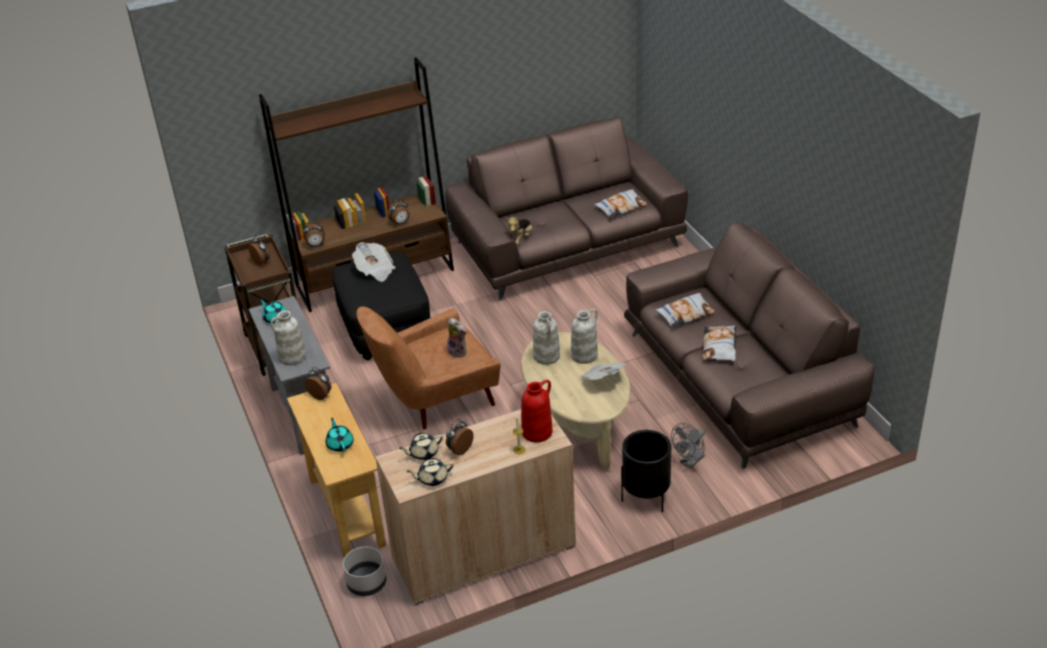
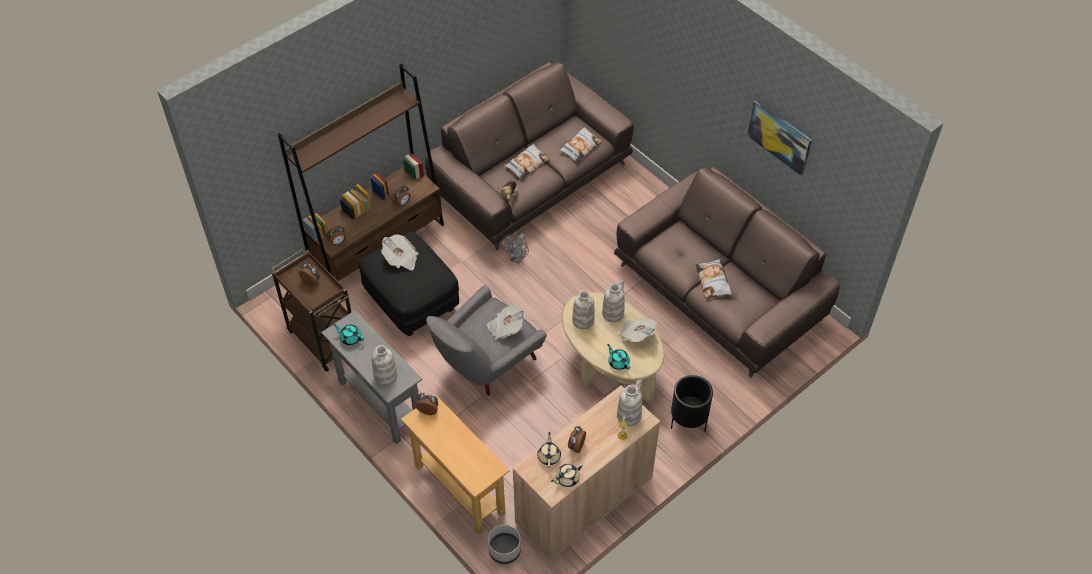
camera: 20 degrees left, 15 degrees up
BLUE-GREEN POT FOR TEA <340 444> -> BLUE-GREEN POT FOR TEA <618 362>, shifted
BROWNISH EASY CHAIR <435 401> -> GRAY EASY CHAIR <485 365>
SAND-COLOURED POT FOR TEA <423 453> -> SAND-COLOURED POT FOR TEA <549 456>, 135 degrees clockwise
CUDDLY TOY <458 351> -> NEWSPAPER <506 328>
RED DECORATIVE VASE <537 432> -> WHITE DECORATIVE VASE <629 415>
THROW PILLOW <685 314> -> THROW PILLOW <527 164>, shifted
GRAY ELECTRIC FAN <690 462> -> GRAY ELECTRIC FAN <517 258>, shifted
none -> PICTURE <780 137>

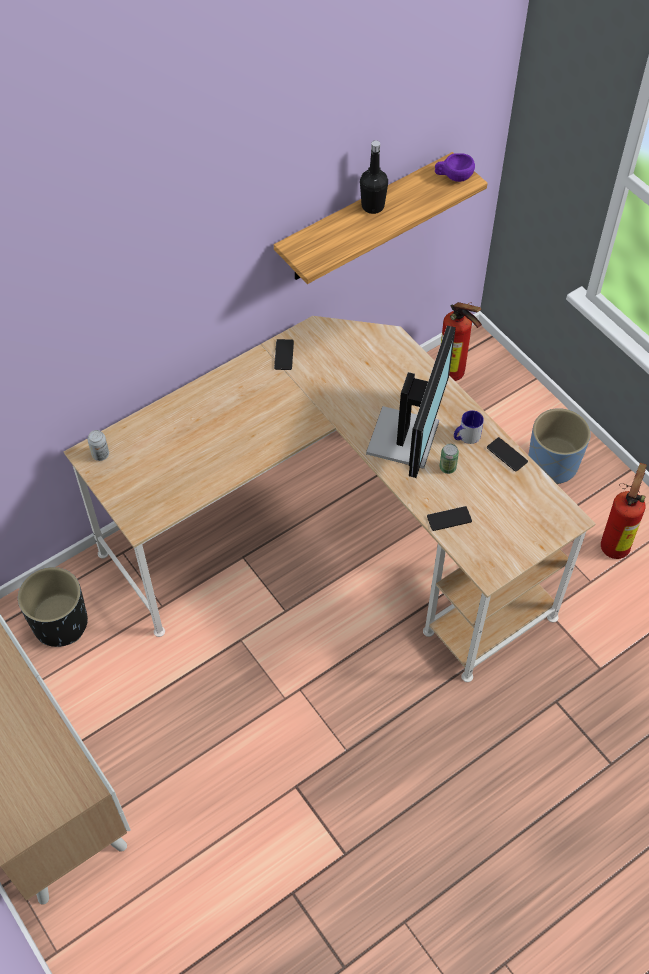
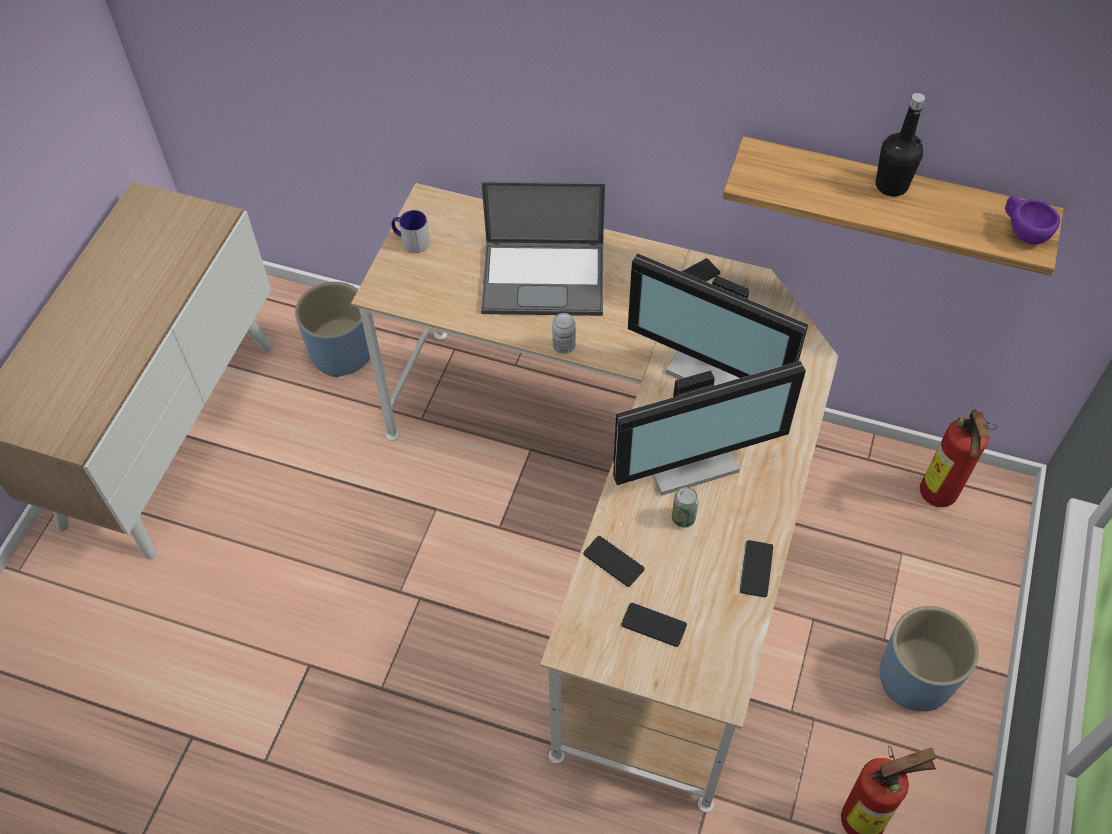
camera: 55 degrees right, 0 degrees up
BLACK FLOWER POT <61 624> -> BLUE FLOWER POT <341 353>
METAL CAN <100 454> -> METAL CAN <563 346>, shifted
TEA MUG <466 437> -> TEA MUG <411 241>, shifted
none -> NOTEBOOK COMPUTER <545 277>
none -> HANDSET <654 625>
none -> MONITOR <717 364>

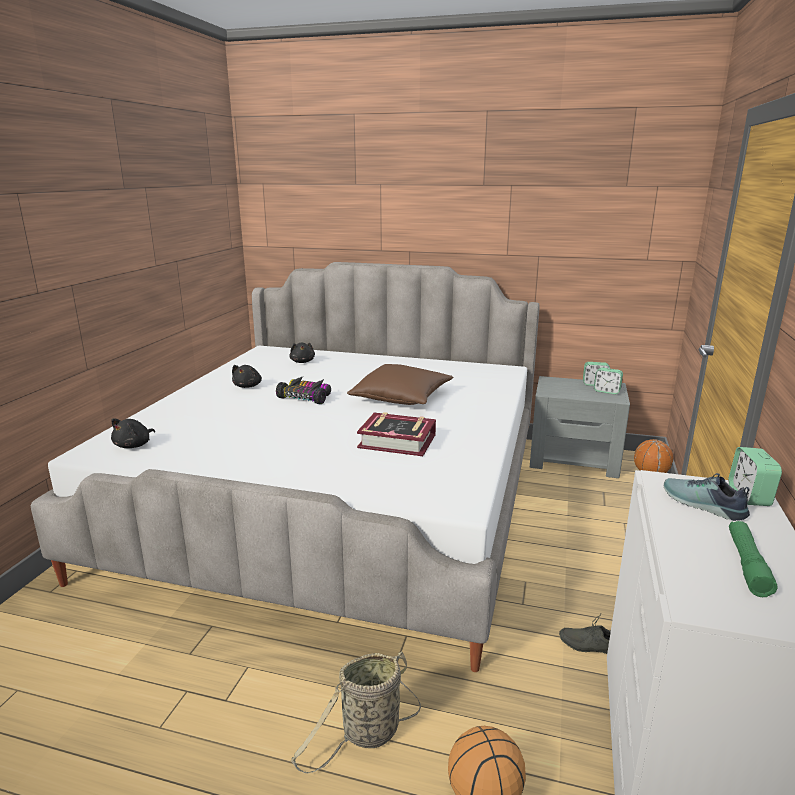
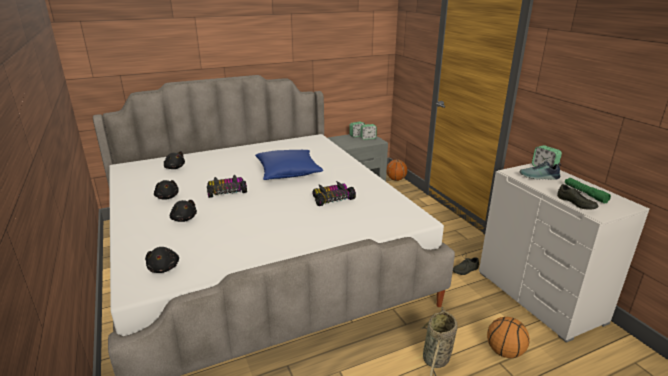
camera: 40 degrees left, 5 degrees up
BROWNISH THROW PILLOW <401 398> -> BLUE THROW PILLOW <288 172>
BOOK <397 441> -> MODEL CAR <332 199>
none -> BLACK CUDDLY TOY <184 219>
none -> GRAY ITEM OF FOOTWEAR <575 203>

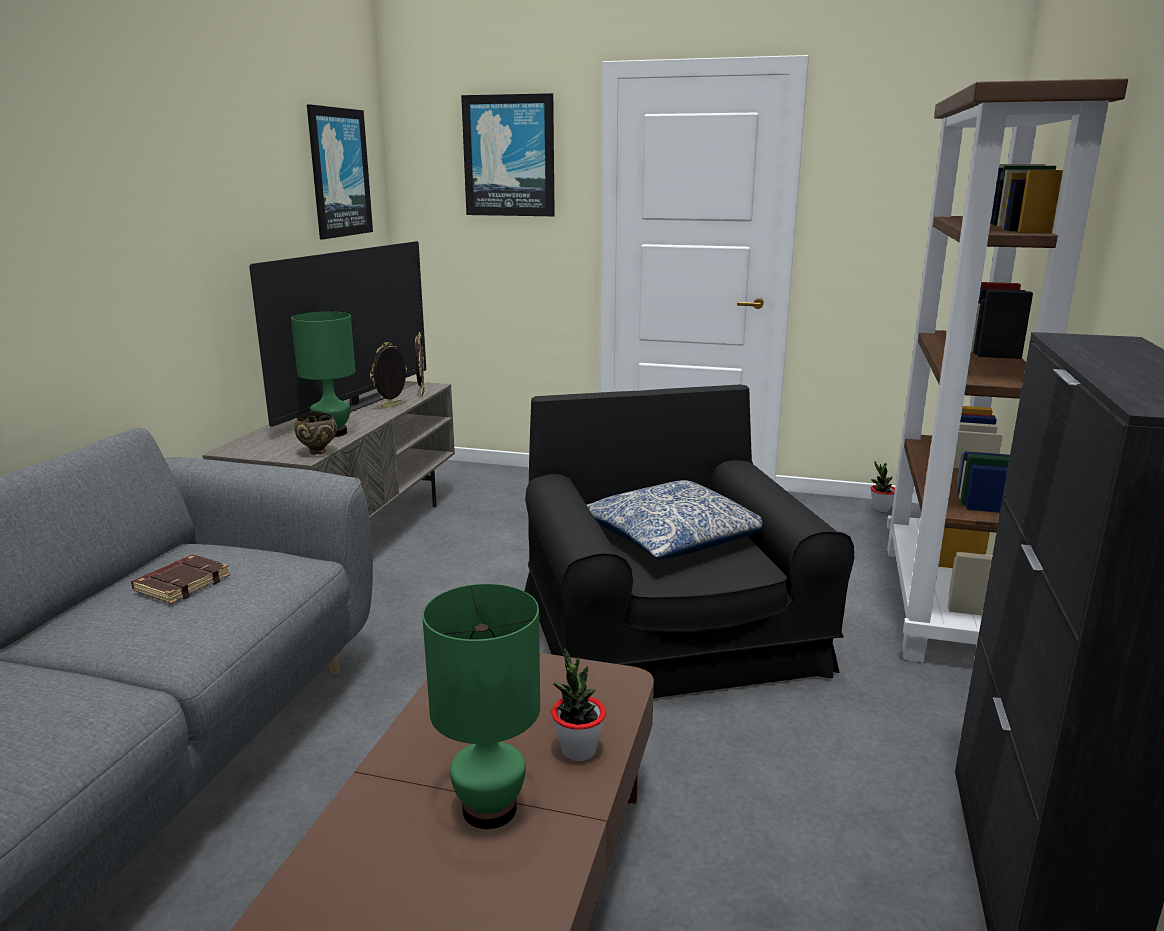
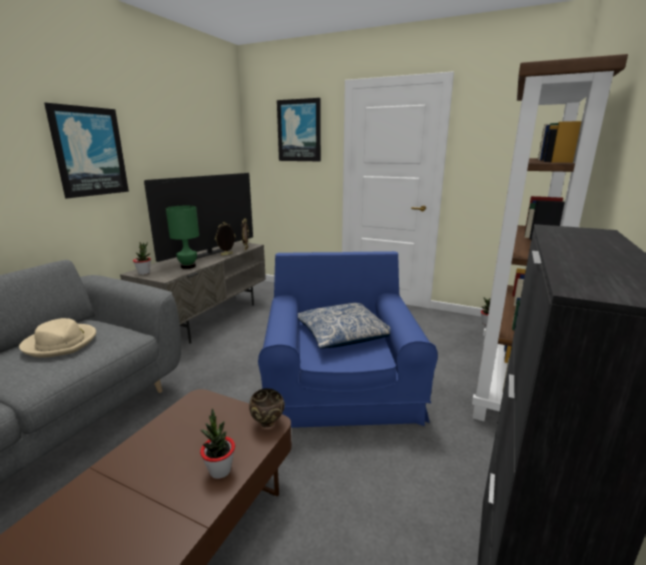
camera: 10 degrees right, 0 degrees up
BROWNISH BOOK <182 584> -> SAND-COLOURED WEARABLE HAT <61 343>
BROWNISH DEEP DISH <318 452> -> BROWNISH DEEP DISH <268 423>, shifted
PICTURE <339 173> -> PICTURE <89 152>, shifted
GREEN TABLE LAMP <490 808> -> none
BLACK EASY CHAIR <667 633> -> BLUE EASY CHAIR <340 386>
none -> HOUSEPLANT <144 273>

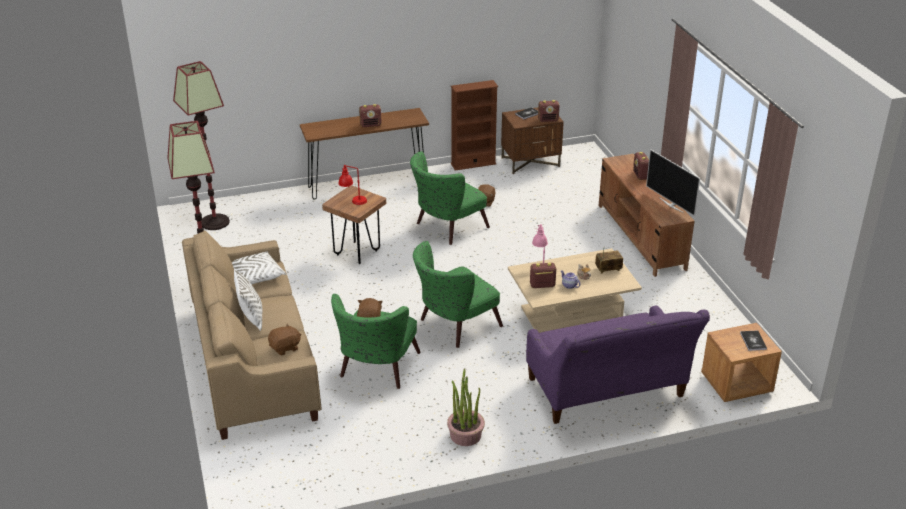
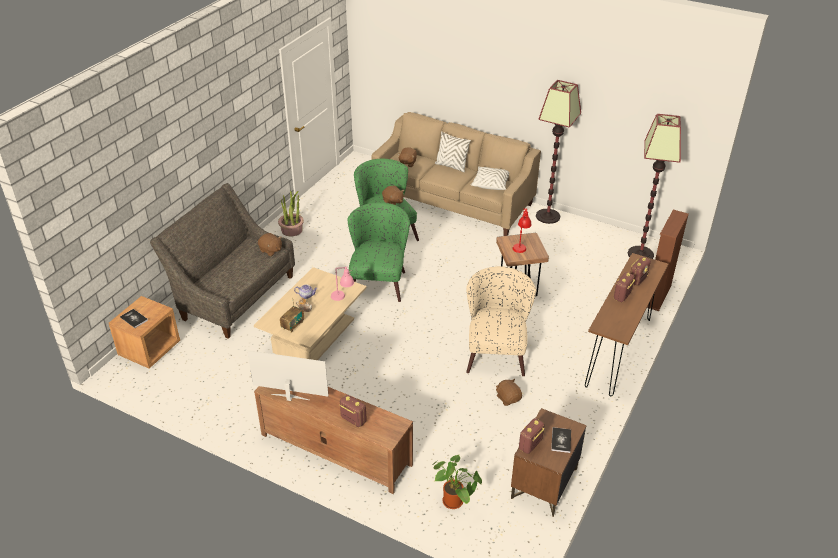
camera: 135 degrees right, 5 degrees up
GREEN EASY CHAIR <446 228> -> SAND-COLOURED EASY CHAIR <496 350>
BROWNISH BOOKCASE <473 164> -> BROWNISH BOOKCASE <657 296>, shifted
PURPLE-COLOURED SETTEE <608 392> -> GRAY SETTEE <233 295>
RADIO RECEIVER <542 285> -> RADIO RECEIVER <637 279>, shifted
none -> BROWNISH CUDDLY TOY <270 250>
none -> HOUSEPLANT <455 502>

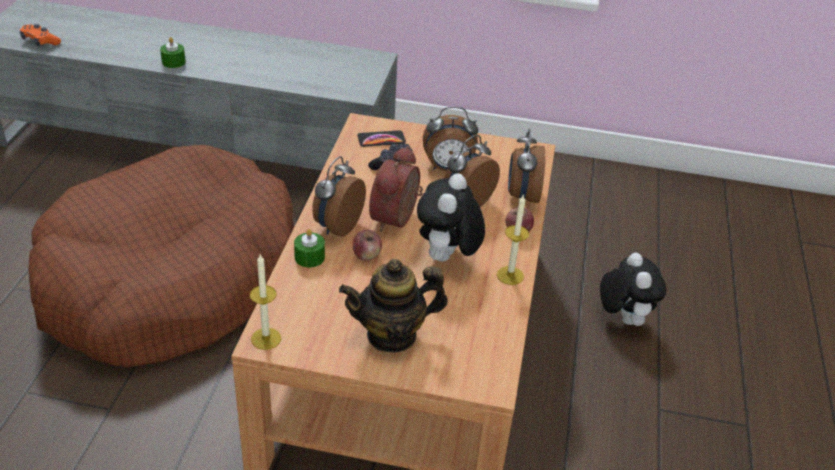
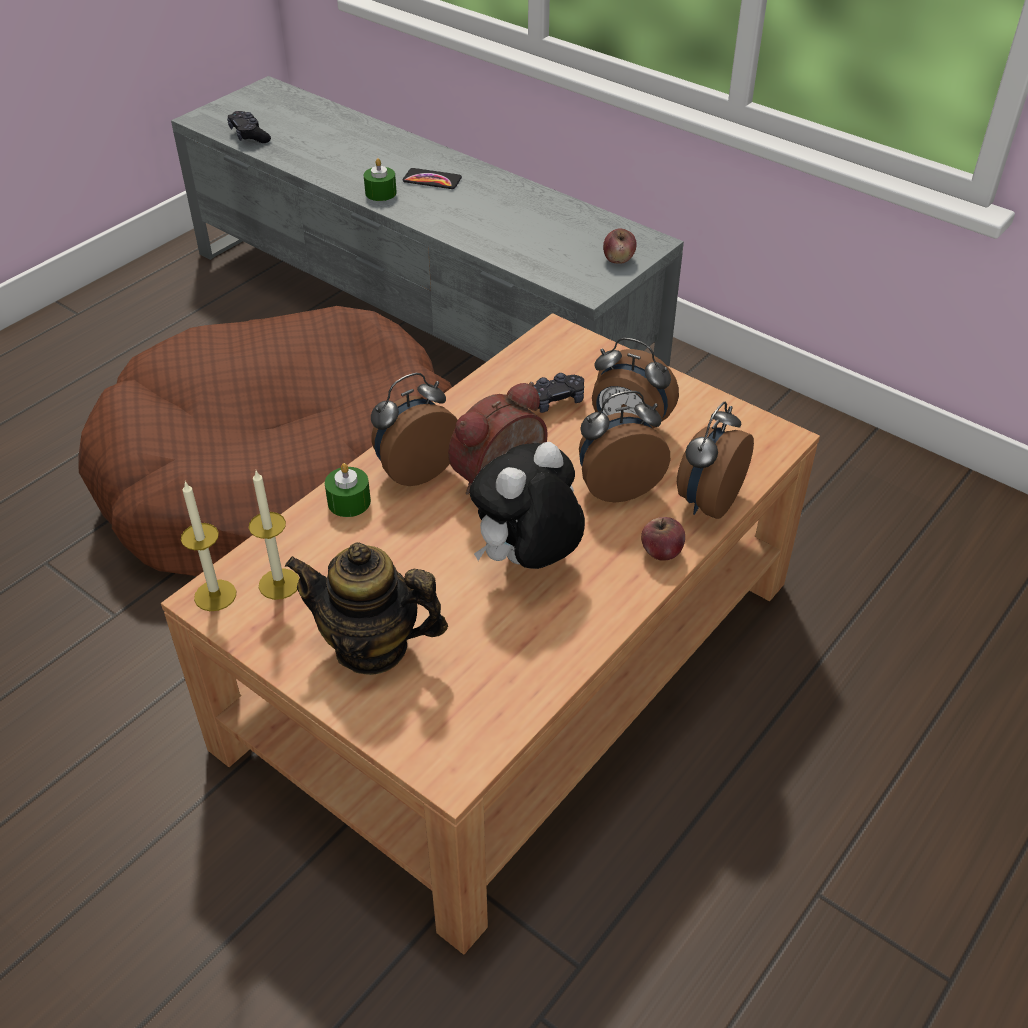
camera: 30 degrees right, 5 degrees up
ORANGE JOYPAD <40 41> -> BLACK JOYPAD <249 135>
APPLE <367 255> -> APPLE <618 259>, shifted
HANDSET <381 139> -> HANDSET <432 180>, shifted
CANDLE <510 275> -> CANDLE <279 584>, shifted
CUDDLY TOY <623 318> -> none

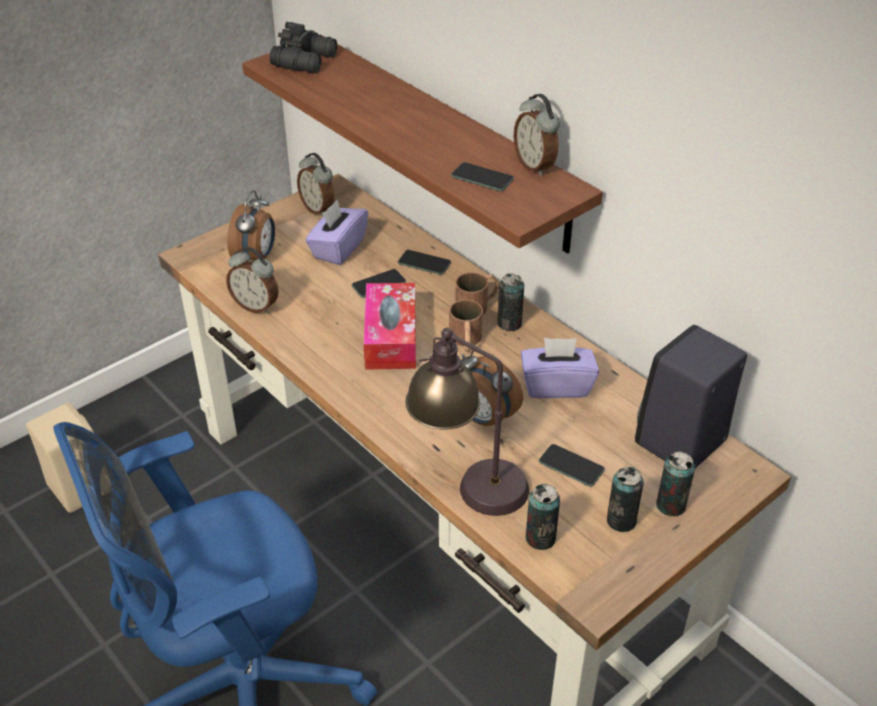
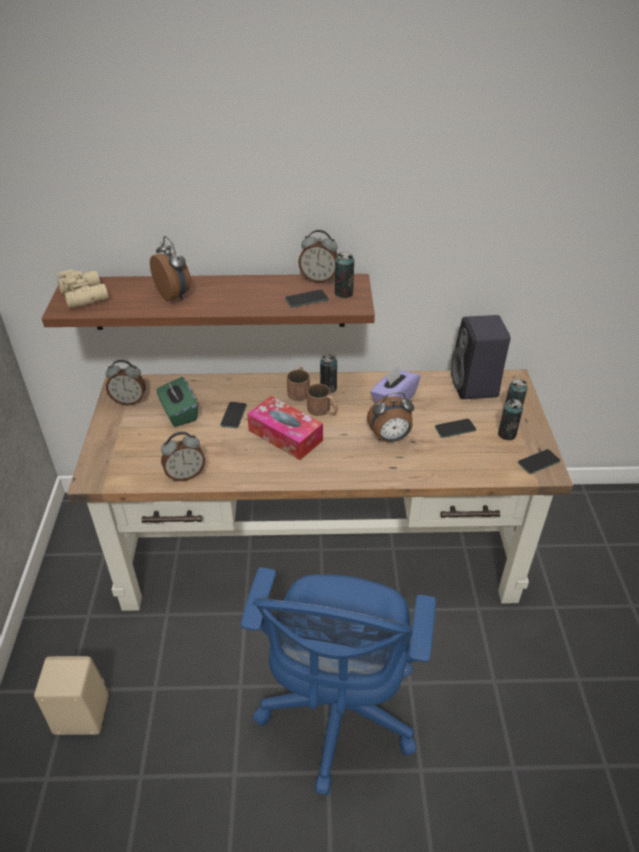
camera: 50 degrees left, 0 degrees up
ALARM CLOCK <256 258> -> ALARM CLOCK <175 295>, shifted
BLACK BINOCULARS <306 61> -> SAND-COLOURED BINOCULARS <85 295>
PURPLE-COLOURED TISSUE BOX <338 248> -> GREEN TISSUE BOX <179 413>
HANDSET <424 263> -> HANDSET <538 462>, shifted
TABLE LAMP <467 482> -> none
METAL CAN <540 538> -> METAL CAN <343 293>, shifted

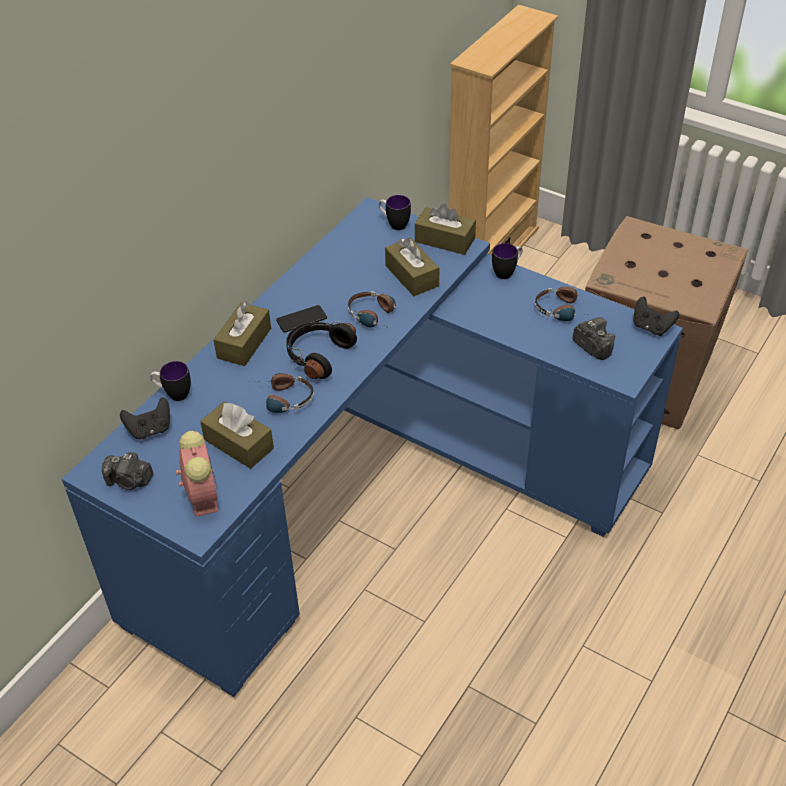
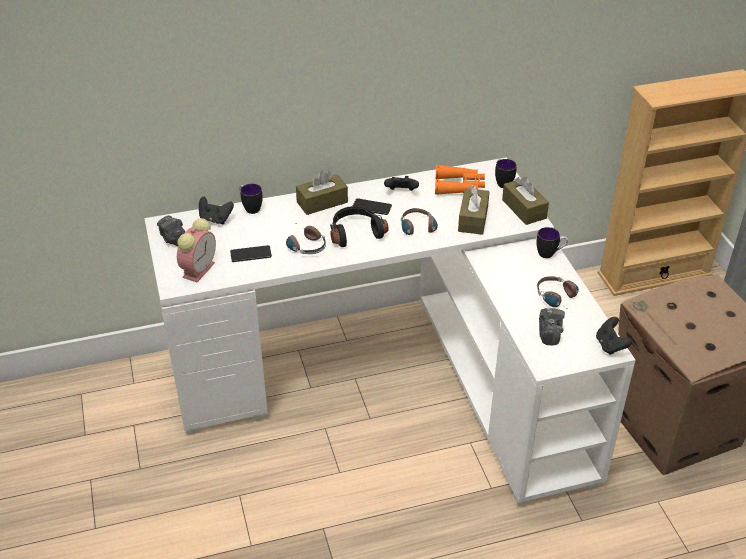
camera: 40 degrees right, 5 degrees down
BLUE DESK TABLE <376 492> -> WHITE DESK TABLE <395 377>
BROWNISH TISSUE BOX <238 444> -> HANDSET <251 254>
none -> BLACK JOYPAD <401 192>
none -> ORANGE BINOCULARS <459 186>

